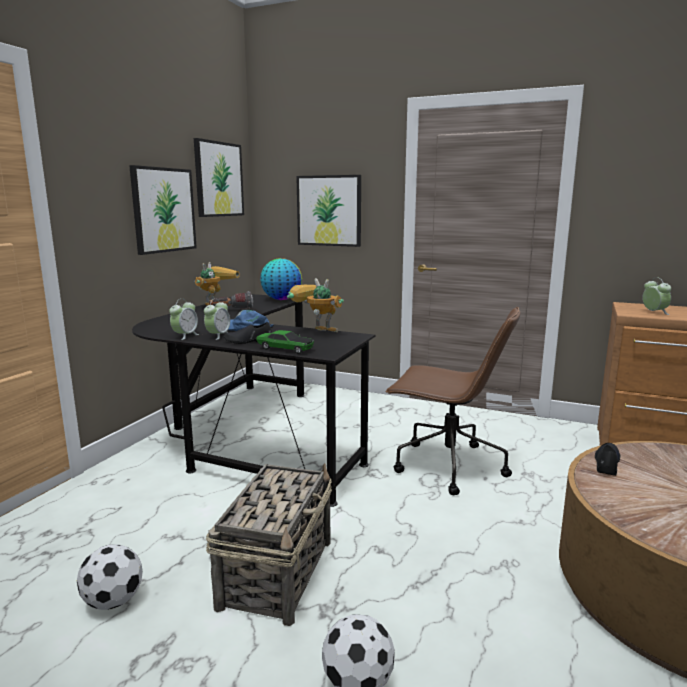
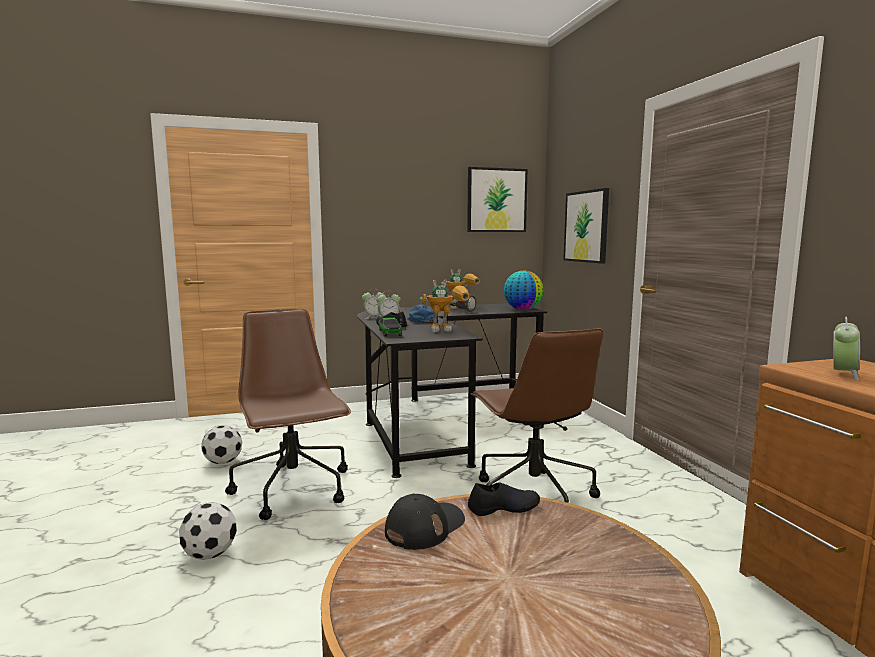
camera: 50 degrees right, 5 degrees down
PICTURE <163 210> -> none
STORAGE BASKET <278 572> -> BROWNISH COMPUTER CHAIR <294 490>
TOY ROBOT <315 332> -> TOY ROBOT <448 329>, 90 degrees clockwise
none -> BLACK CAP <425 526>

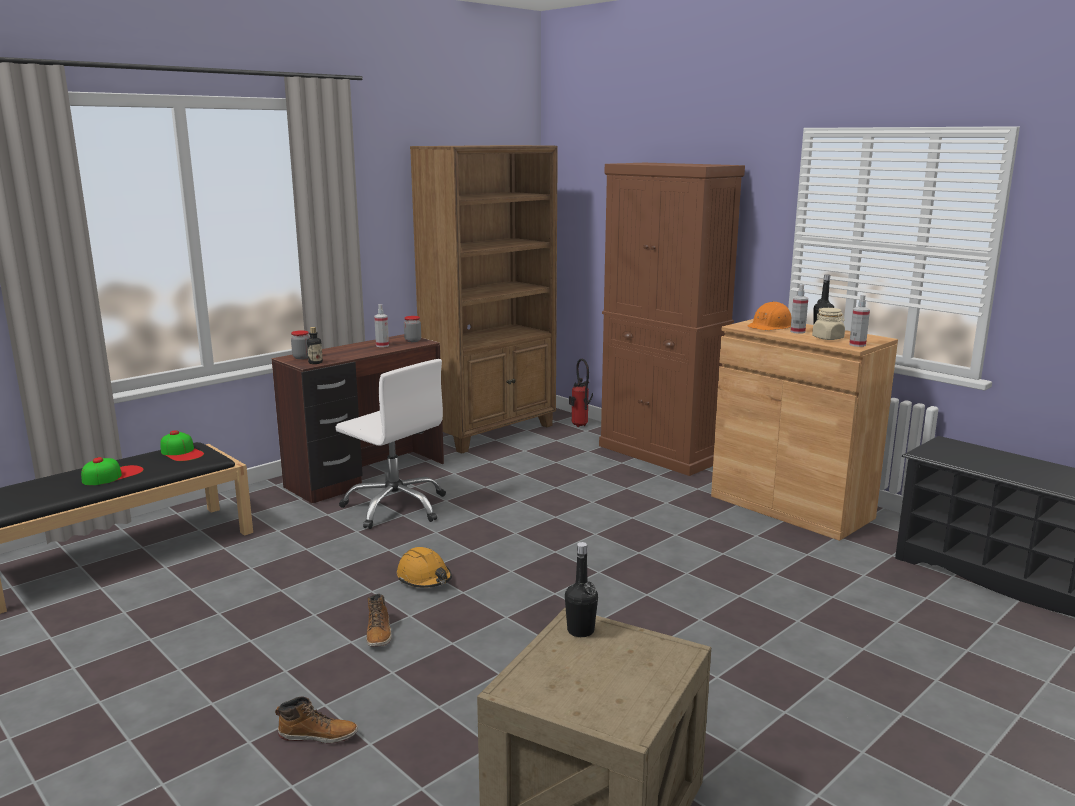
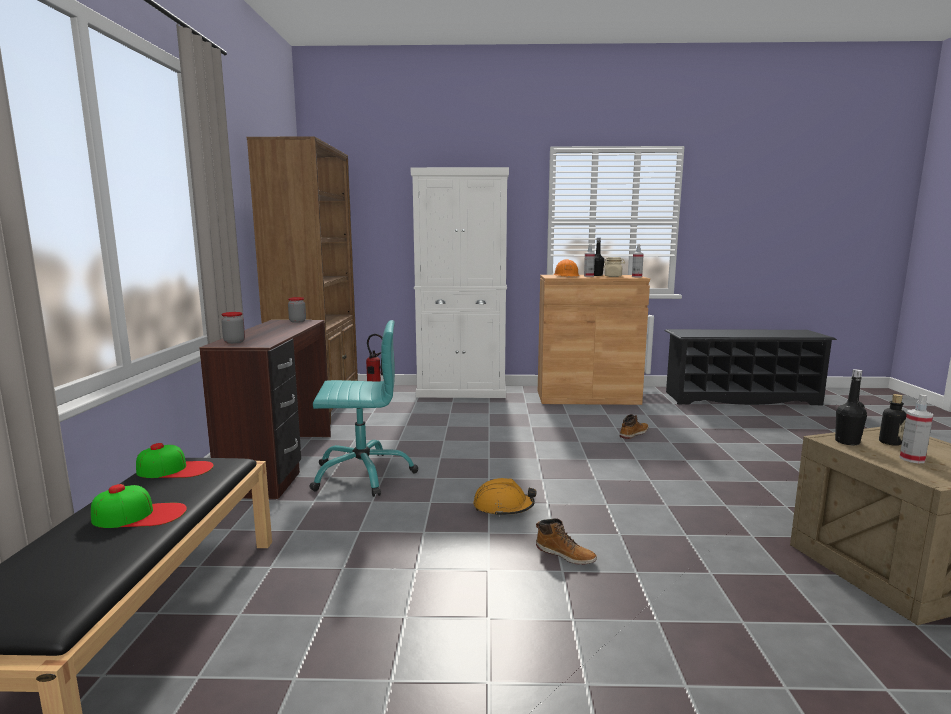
camera: 45 degrees left, 5 degrees down
CAP <112 475> -> CAP <139 515>, 90 degrees clockwise
HIGH-TOP BOOT <318 735> -> HIGH-TOP BOOT <633 434>, shifted
DRINK BOTTLE <315 362> -> DRINK BOTTLE <890 442>, shifted
WHITE COMPUTER CHAIR <396 507> -> BLUE-GREEN COMPUTER CHAIR <362 474>
SPRAY BOTTLE <382 345> -> SPRAY BOTTLE <912 459>, shifted
BROWNISH CABINET <660 453> -> WHITE CABINET <462 391>

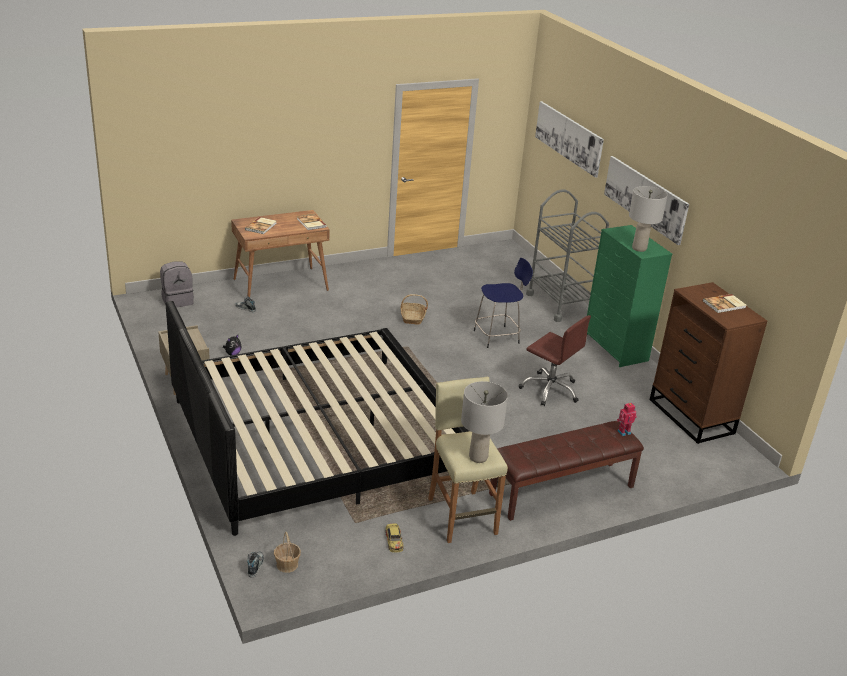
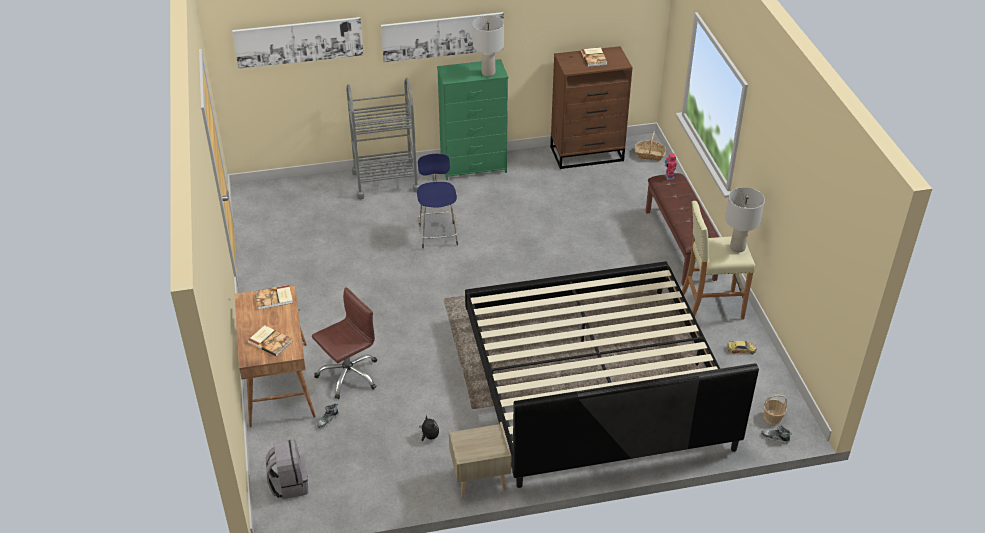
camera: 75 degrees left, 10 degrees up
STORAGE BASKET <412 317> -> STORAGE BASKET <649 155>, shifted
BROWNISH COMPUTER CHAIR <550 390> -> BROWNISH COMPUTER CHAIR <348 375>, shifted

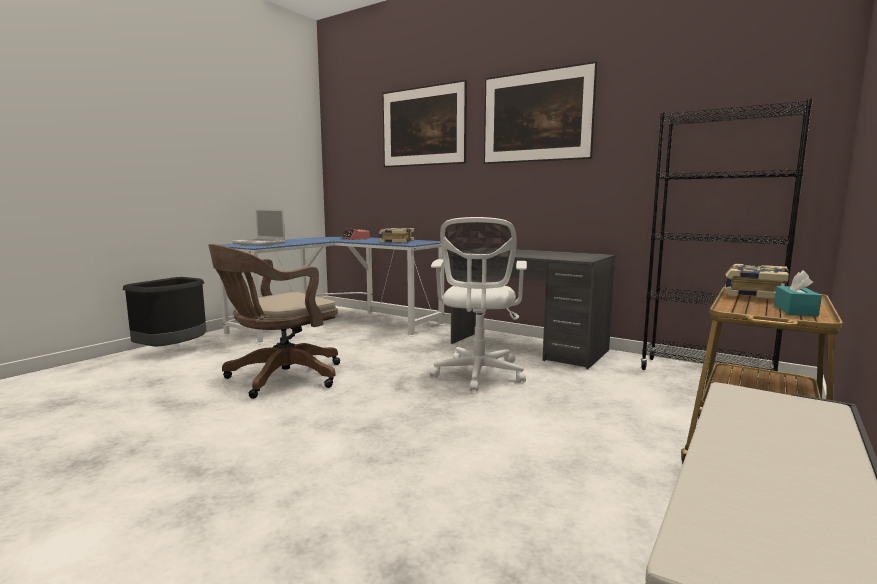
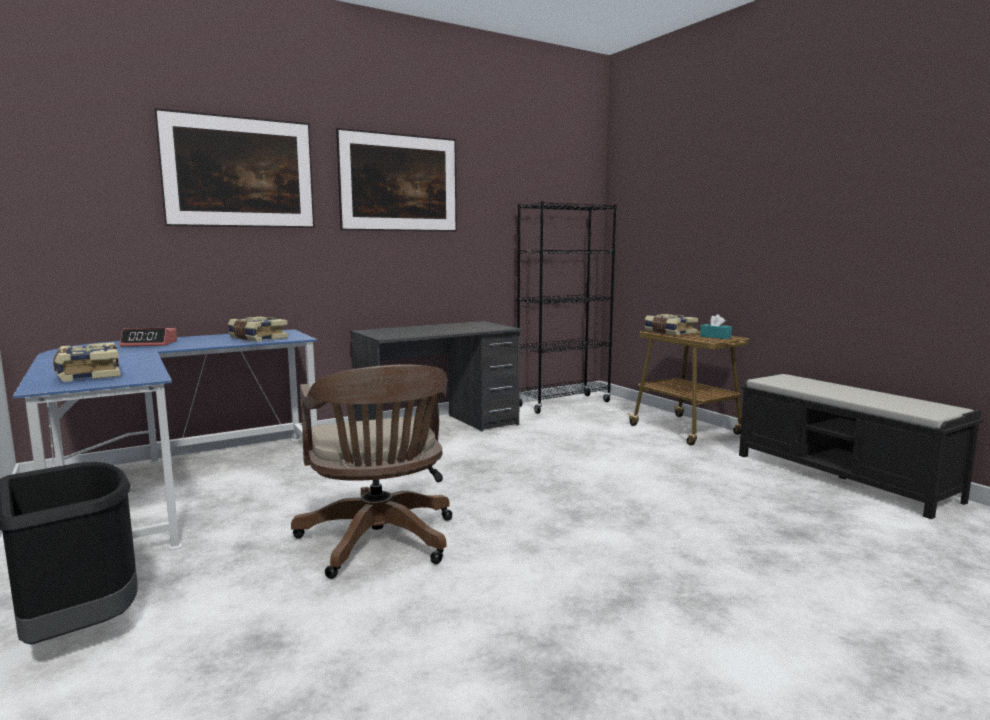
camera: 65 degrees left, 0 degrees up
NOTEBOOK COMPUTER <260 243> -> BOOK <87 375>
WHITE COMPUTER CHAIR <478 375> -> none

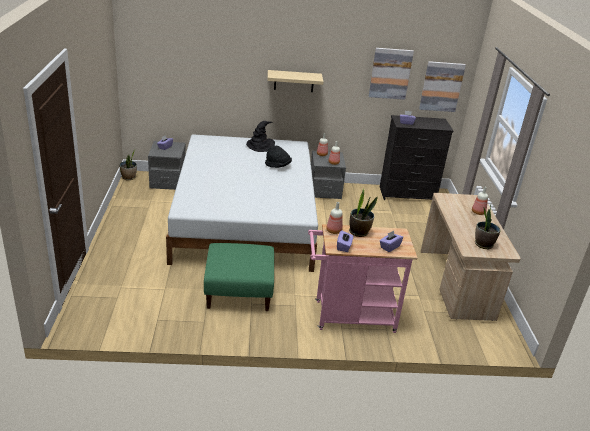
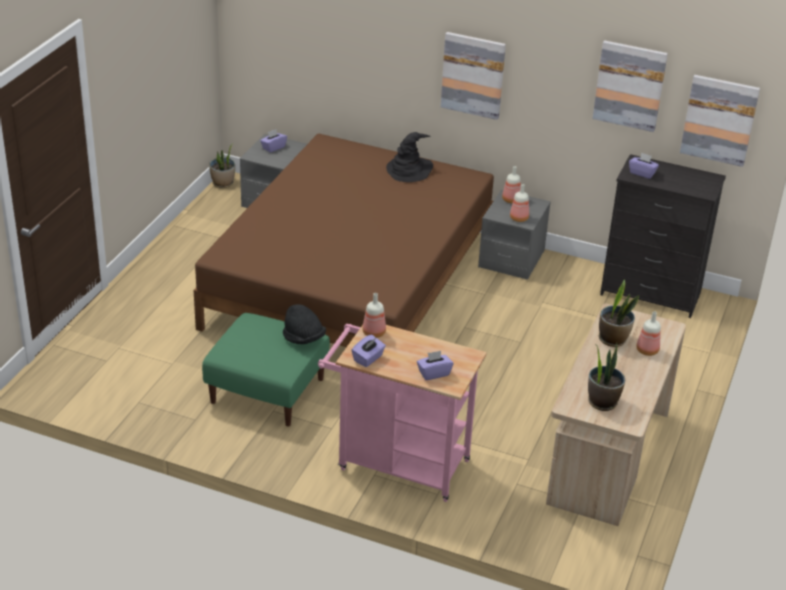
camera: 25 degrees right, 5 degrees up
WHITE BEDROOM BED <245 218> -> BROWNISH BEDROOM BED <351 281>
BLACK WEARABLE HAT <278 166> -> BLACK WEARABLE HAT <303 338>, shifted
SAND-COLOURED SHELF <294 81> -> PICTURE <473 75>
HOUSEPLANT <359 232> -> HOUSEPLANT <613 339>, shifted

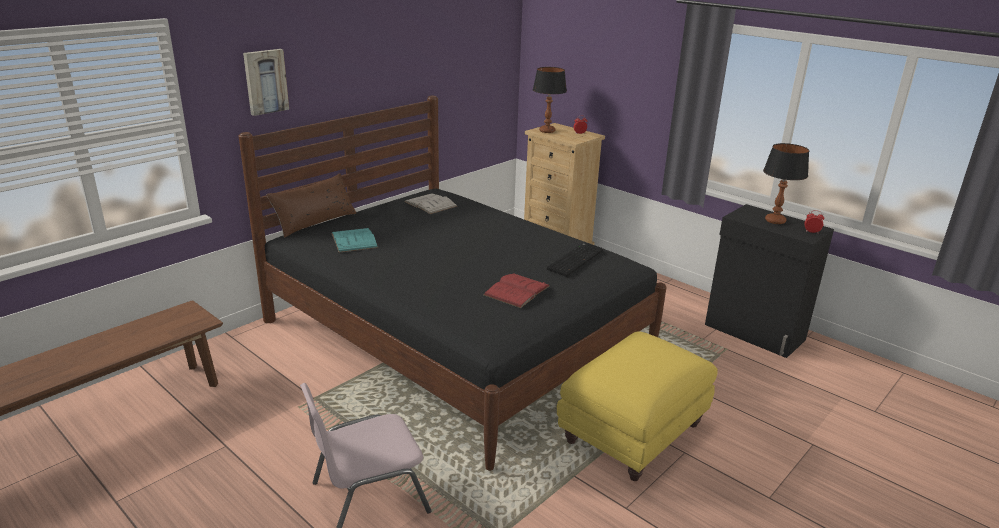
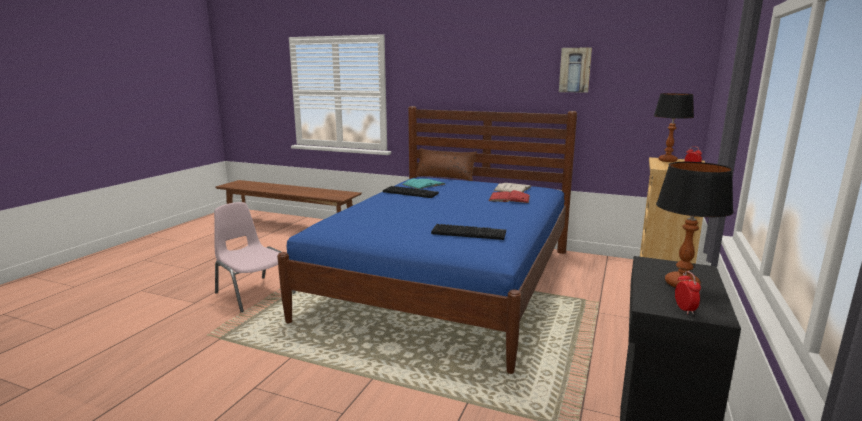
camera: 70 degrees right, 10 degrees down
BLACK BEDROOM BED <455 336> -> BLUE BEDROOM BED <447 282>
PICTURE <265 81> -> PICTURE <575 70>, shifted
RED BOOK <517 290> -> RED BOOK <509 198>, shifted
YELLOW-COLOURED POUFFE <633 432> -> none
none -> KEYBOARD <411 193>

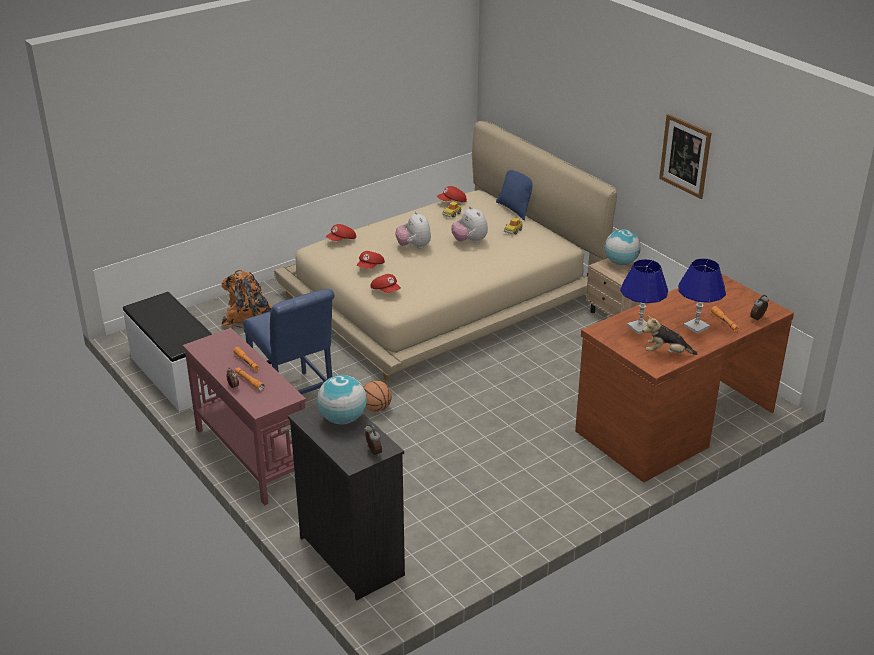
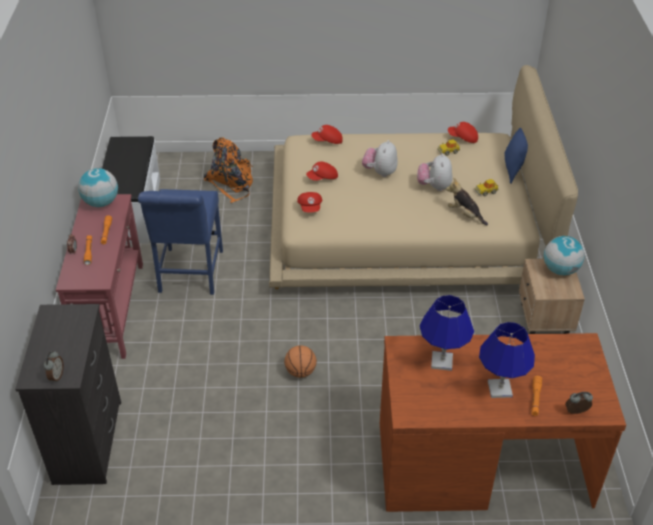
camera: 35 degrees right, 10 degrees up
GLOBE <343 419> -> GLOBE <101 202>, shifted
BASKETBALL <376 408> -> BASKETBALL <300 372>, shifted
CUDDLY TOY <666 353> -> CUDDLY TOY <465 214>, shifted
PICTURE <685 156> -> none

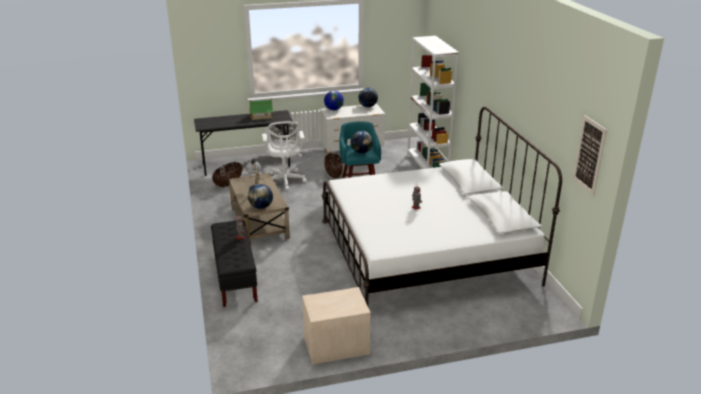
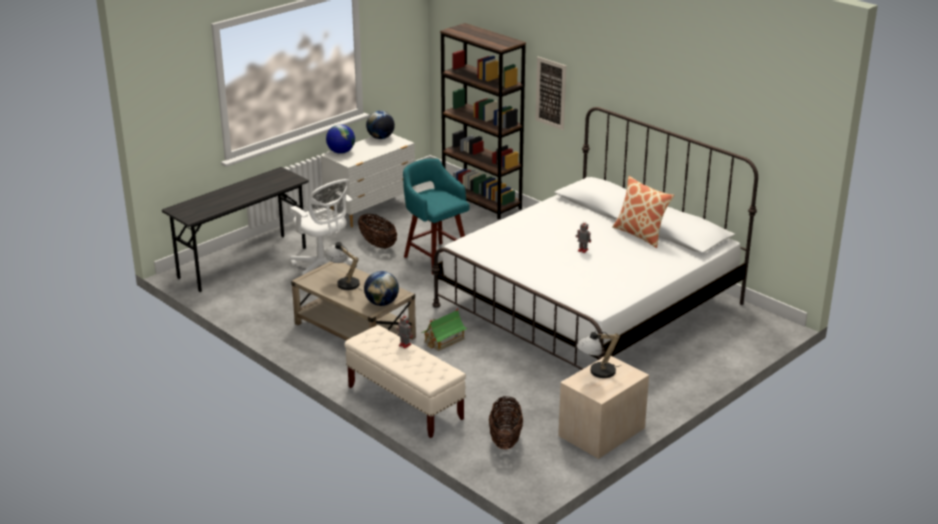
camera: 30 degrees left, 0 degrees up
BLACK INDOOR BENCH <235 278> -> SAND-COLOURED INDOOR BENCH <405 403>
STORAGE BASKET <228 184> -> STORAGE BASKET <505 439>, shifted
MINIATURE HOUSE <261 116> -> MINIATURE HOUSE <444 340>, shifted
GLOBE <361 152> -> none
WHITE BOOKCASE <427 165> -> BROWNISH BOOKCASE <481 201>
PICTURE <589 155> -> PICTURE <551 93>, shifted
none -> TABLE LAMP <596 373>
none -> THROW PILLOW <640 234>

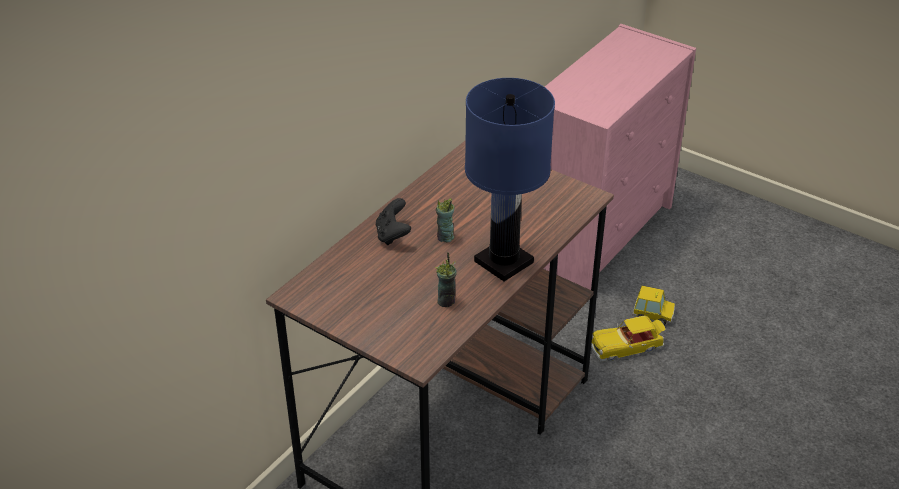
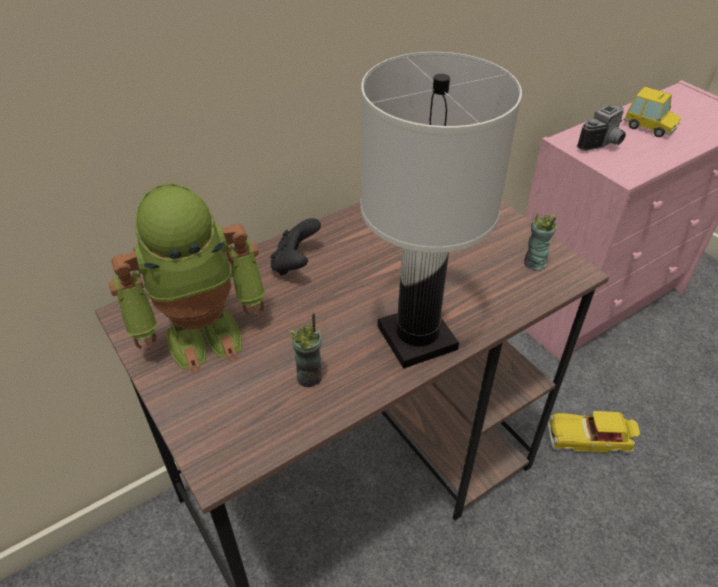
camera: 20 degrees right, 5 degrees up
DRINKING CUP <445 237> -> DRINKING CUP <534 263>, shifted
BLUE TABLE LAMP <504 262> -> WHITE TABLE LAMP <418 338>
MODEL CAR <653 314> -> MODEL CAR <650 126>, shifted
none -> TOY ROBOT <204 334>
none -> STILL CAMERA <604 143>

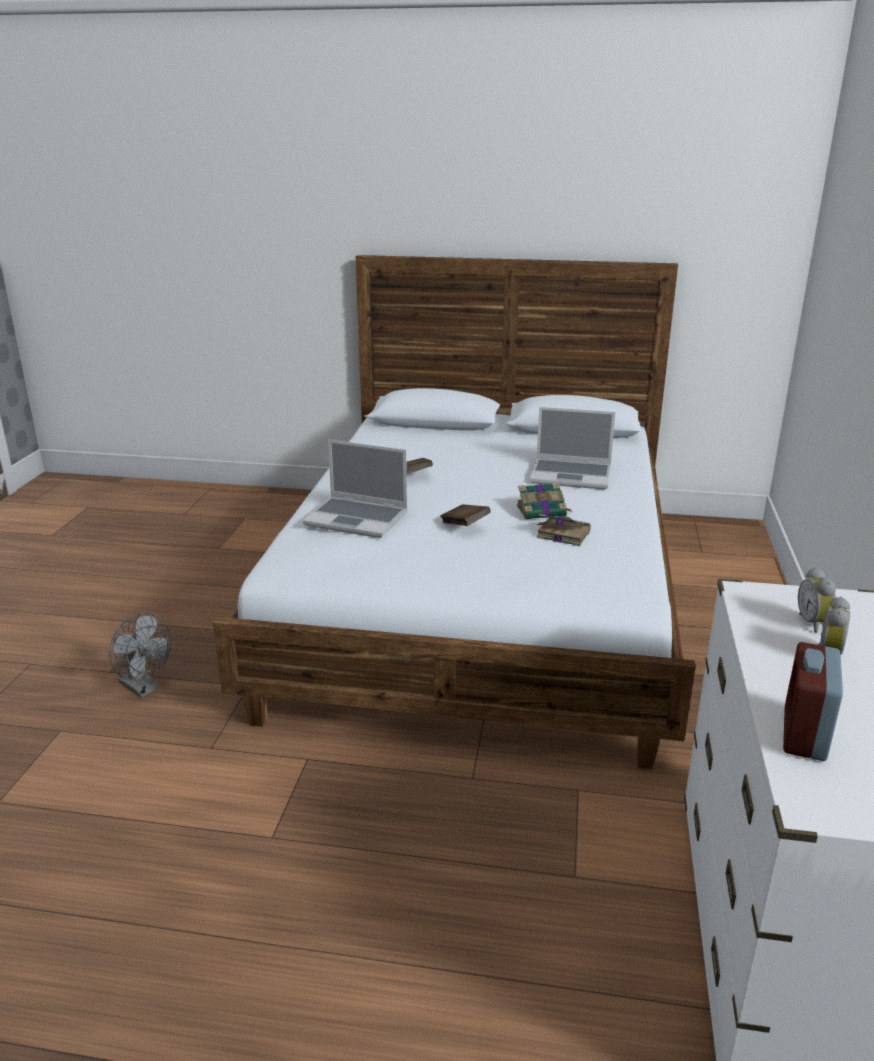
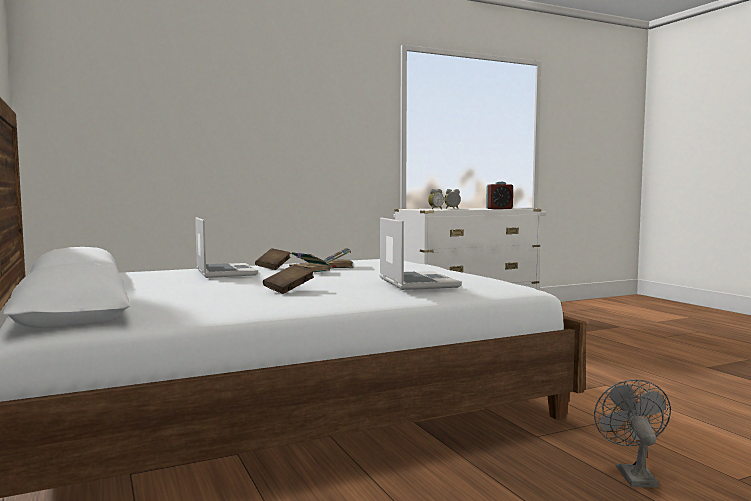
camera: 125 degrees left, 20 degrees down
BROWNISH BOOK <464 525> -> BROWNISH BOOK <273 267>, shifted

